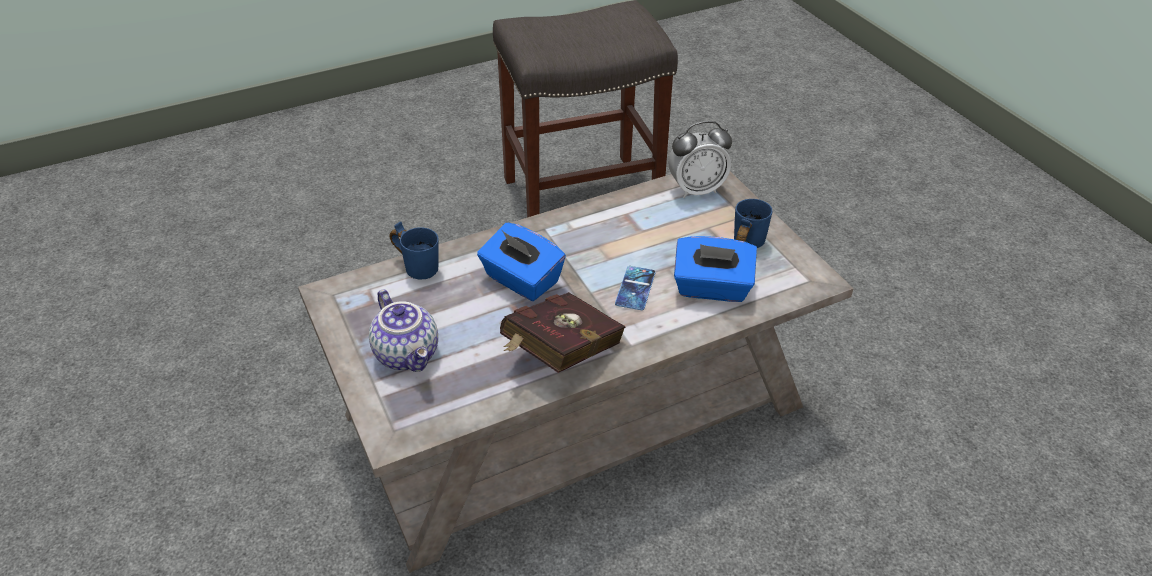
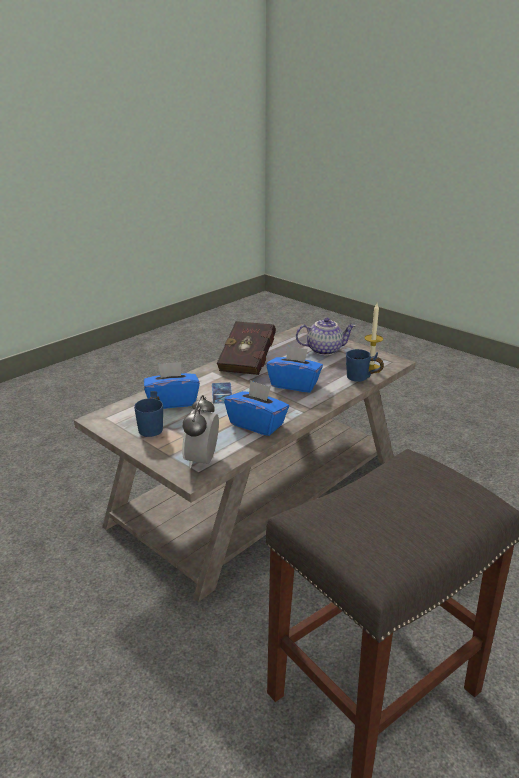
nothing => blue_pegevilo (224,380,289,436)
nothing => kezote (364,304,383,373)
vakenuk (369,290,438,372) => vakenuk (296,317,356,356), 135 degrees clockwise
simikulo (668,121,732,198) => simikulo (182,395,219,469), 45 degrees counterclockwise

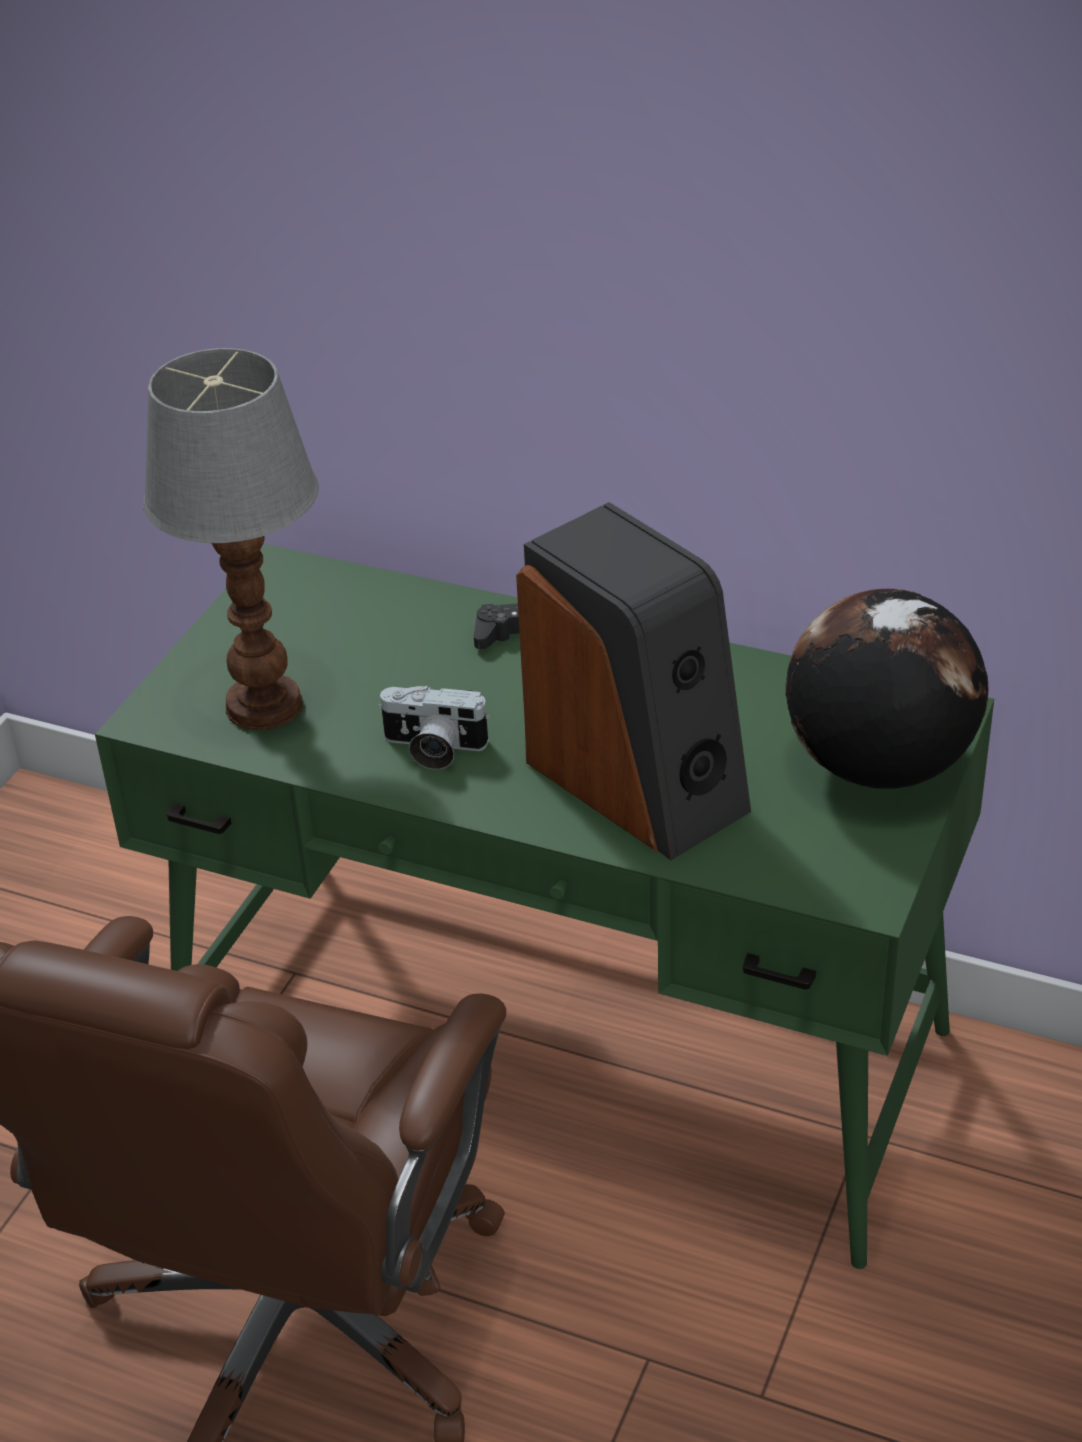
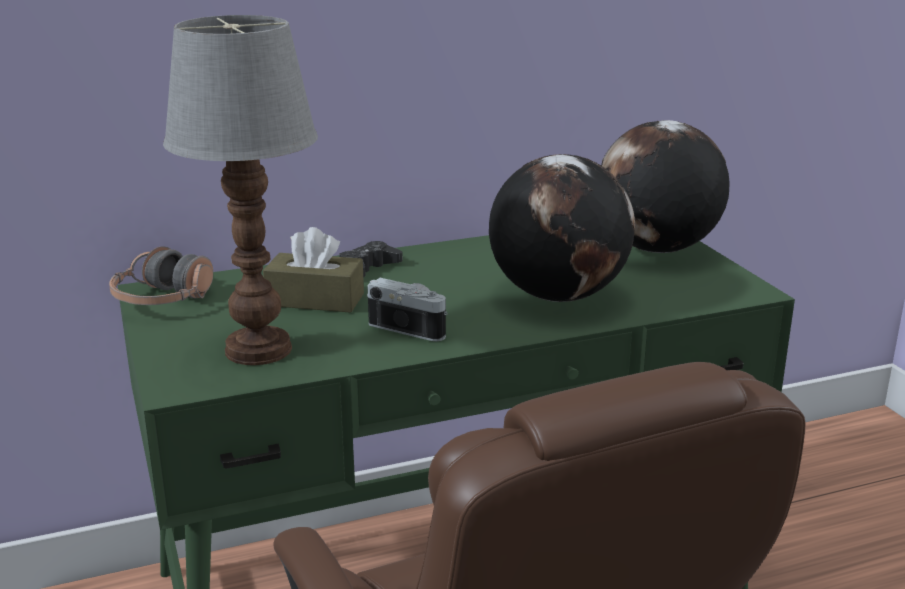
nothing => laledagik (109,246,213,305)
nothing => brown_pegevilo (263,227,364,313)
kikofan (516,502,751,860) => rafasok (489,154,635,302)
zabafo (378,686,490,769) => zabafo (367,278,448,341), 120 degrees counterclockwise

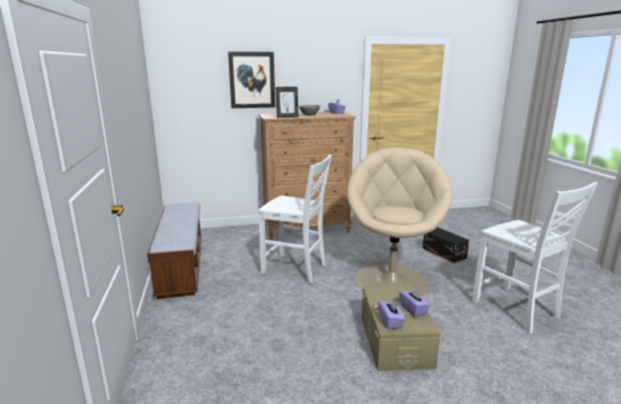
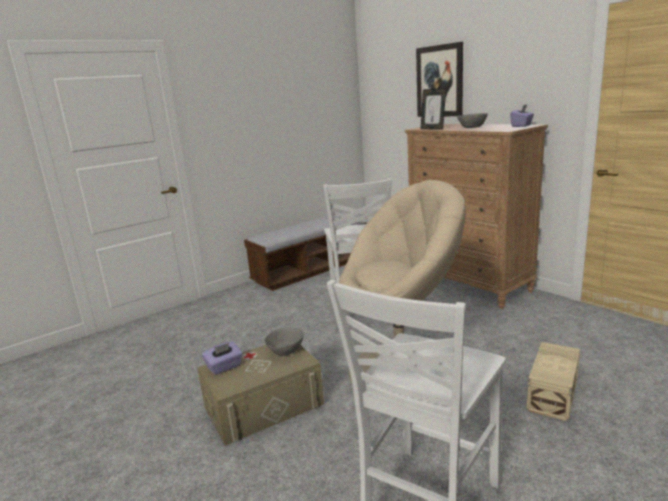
purple_pegevilo (399,287,430,317) => nothing
nothing => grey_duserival (264,327,304,356)
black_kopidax (423,227,469,263) => beige_kopidax (526,342,580,421)

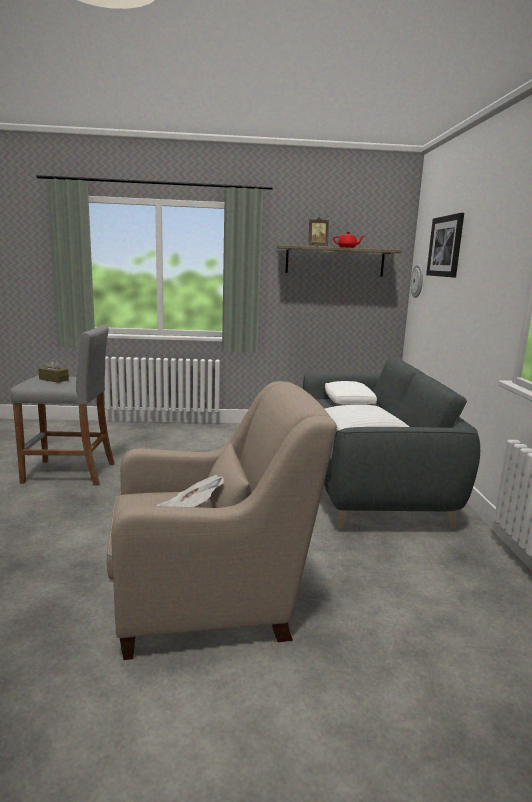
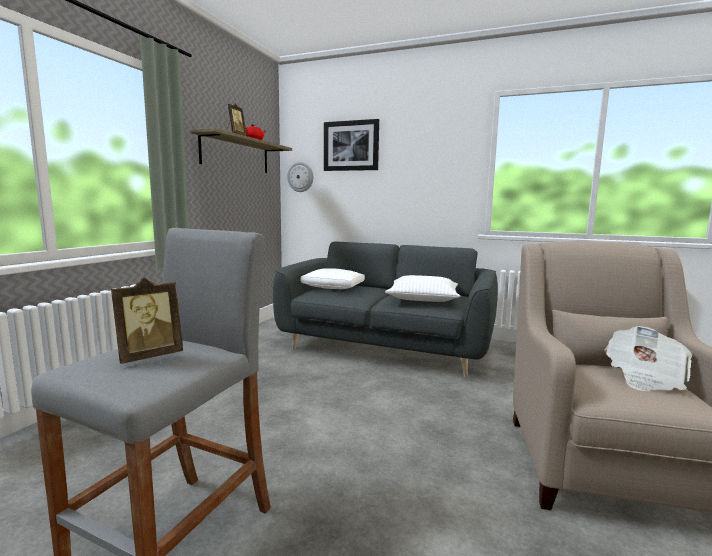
brown_pegevilo (38,358,69,383) => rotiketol (111,277,183,364)

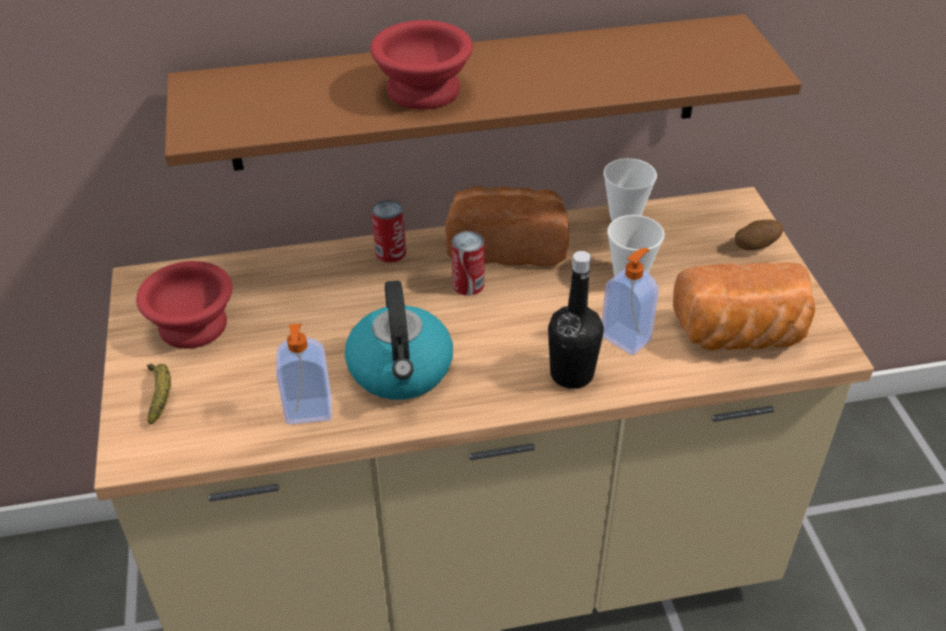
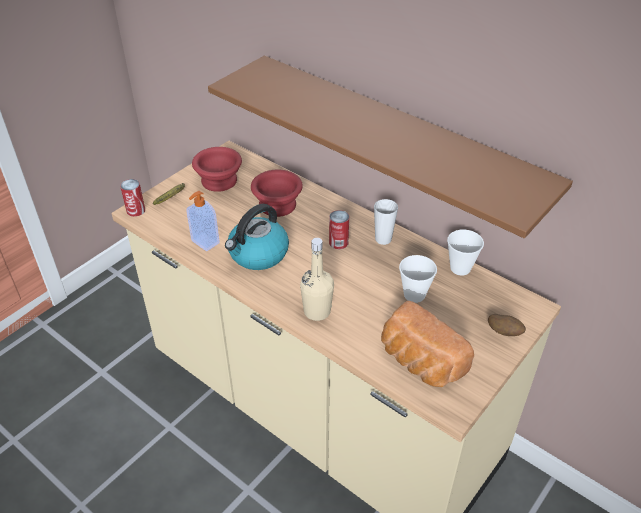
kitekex (602,248,659,355) => nothing
red_duserival (370,20,473,110) => red_duserival (251,169,303,217), moved
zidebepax (371,200,406,263) => zidebepax (120,179,145,217), moved
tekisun (445,186,569,267) => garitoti (374,199,398,245)
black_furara (548,251,604,389) => beige_furara (300,238,334,321)

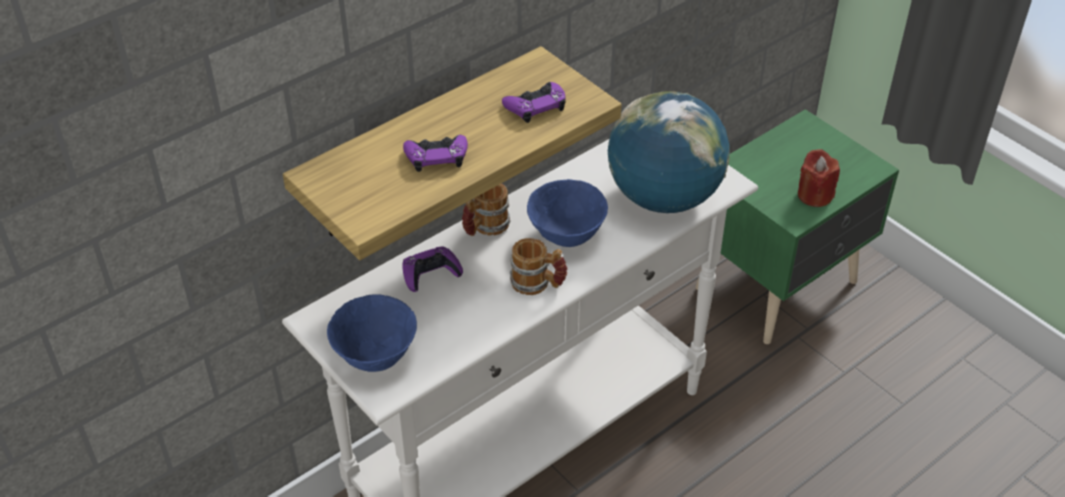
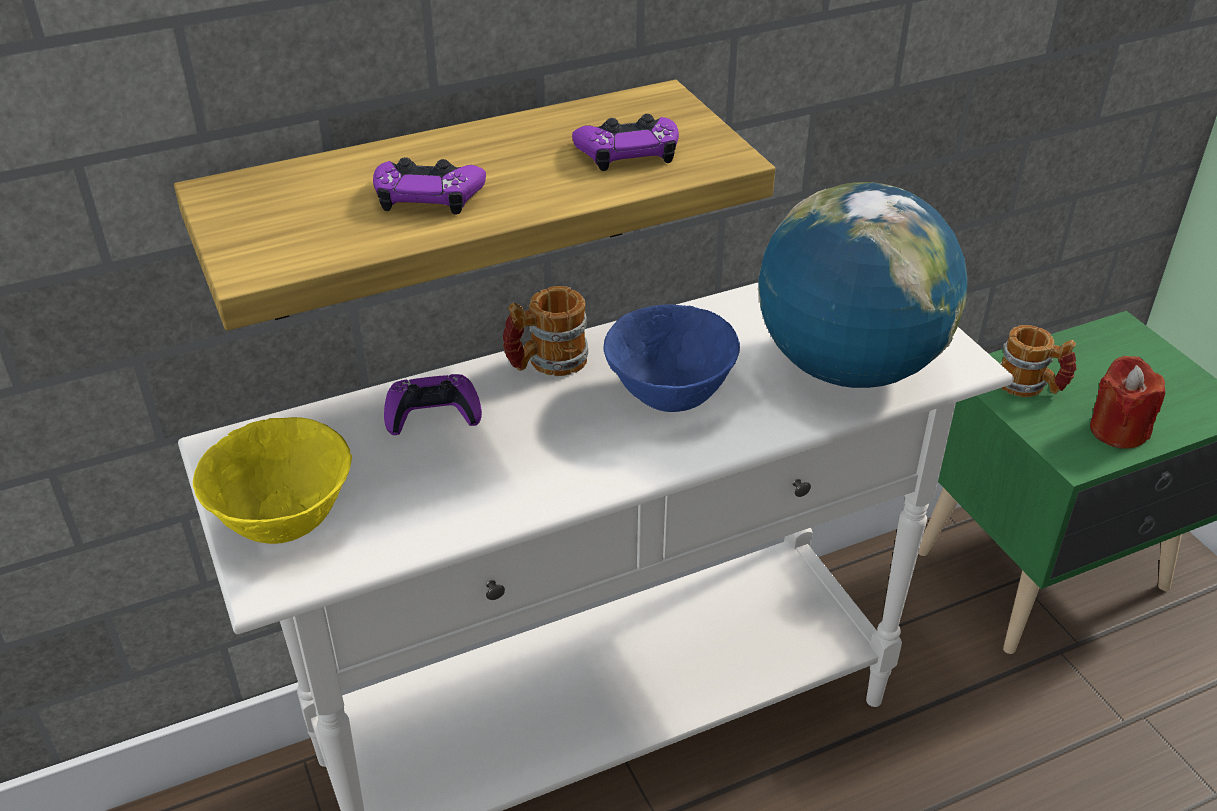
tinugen (510,238,567,295) => tinugen (1000,325,1076,397), moved
blue_duserival (327,294,417,372) => yellow_duserival (193,417,352,544)

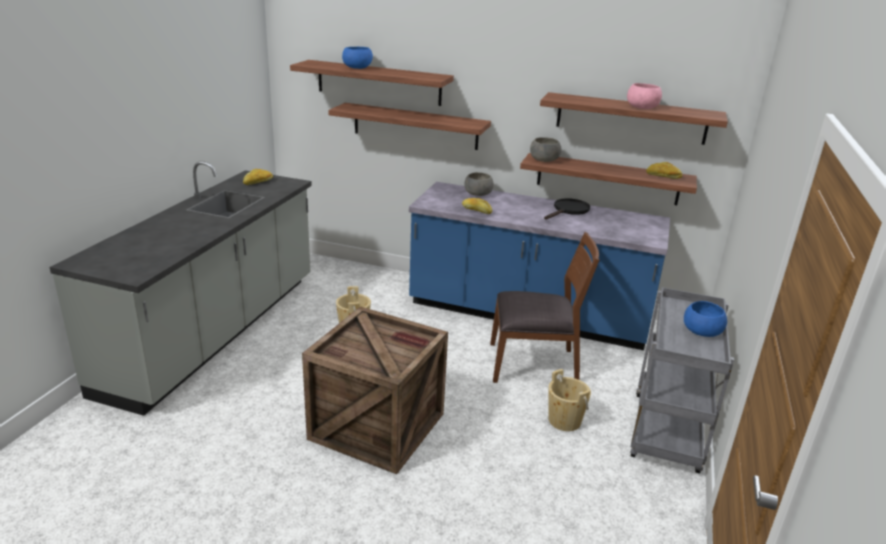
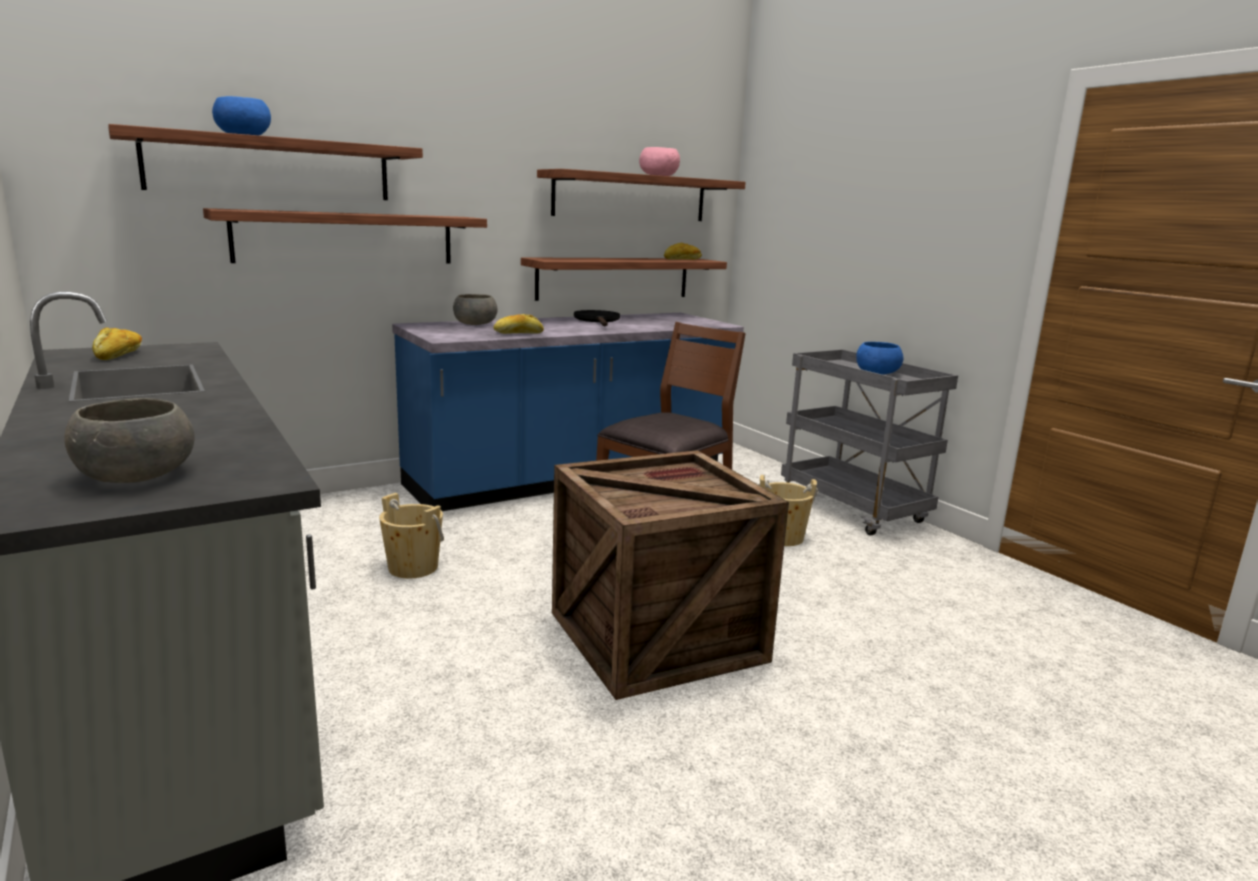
grey_duserival (530,137,562,162) => grey_duserival (64,398,195,483), moved

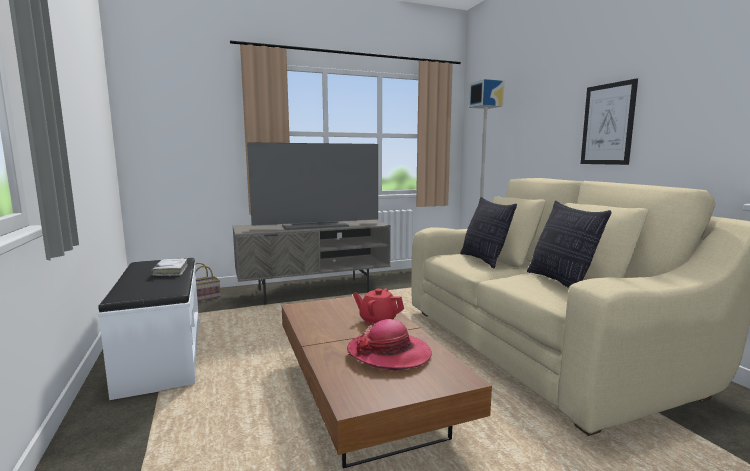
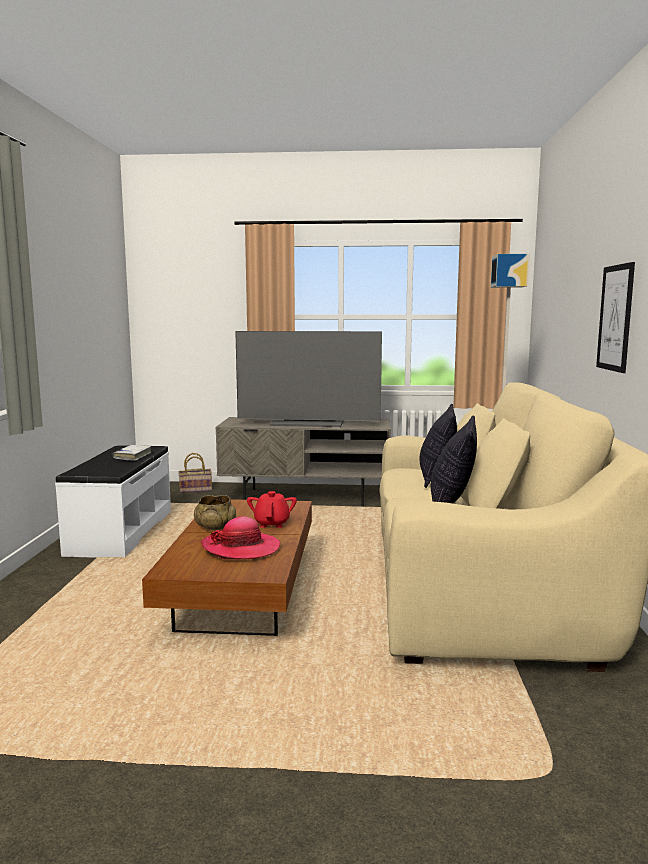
nothing => beige_duserival (194,495,236,530)
red_vakenuk (353,288,404,324) => red_vakenuk (247,491,297,528), 45 degrees clockwise

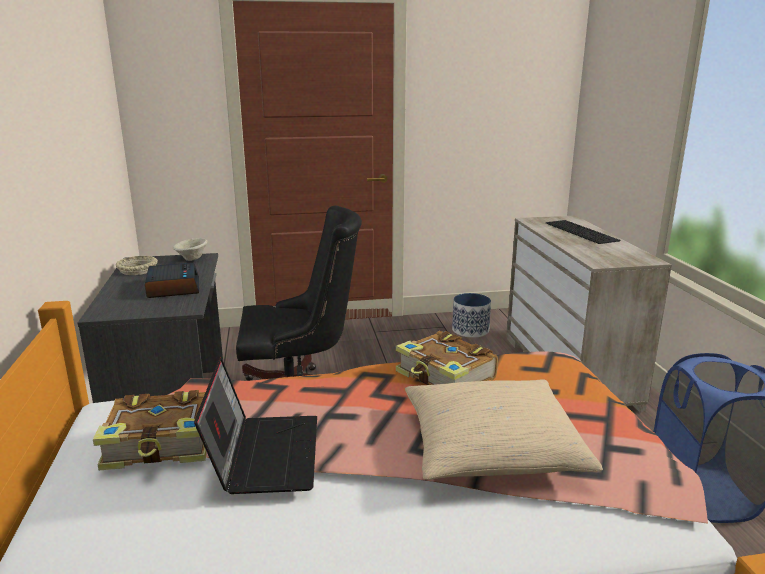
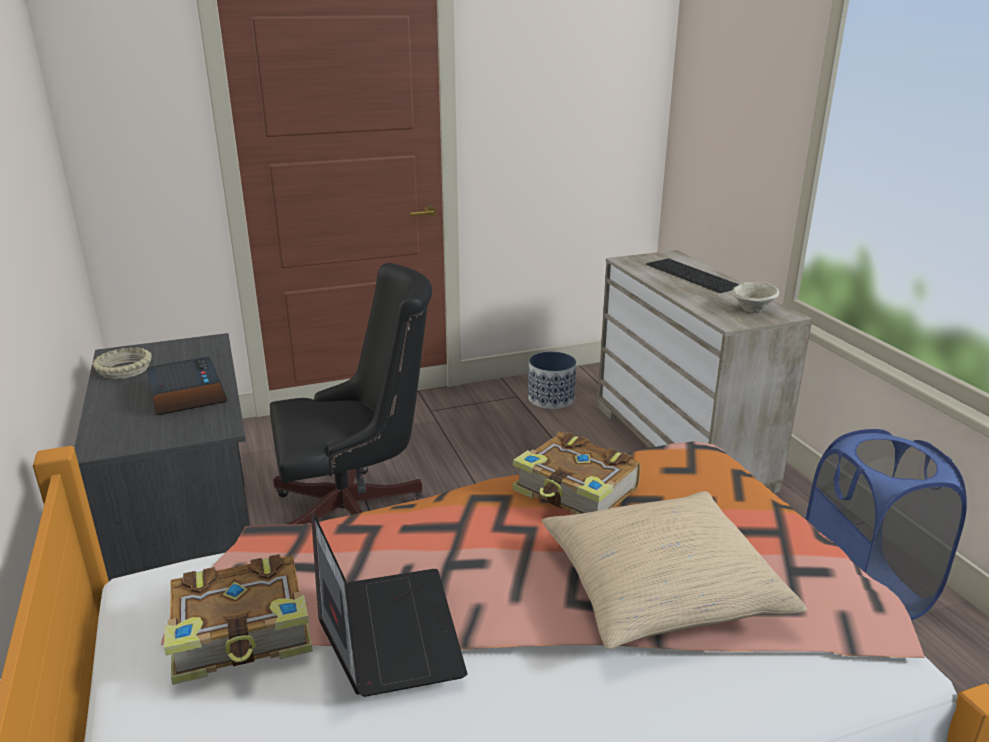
beige_duserival (172,238,207,261) => beige_duserival (732,282,780,313), moved

